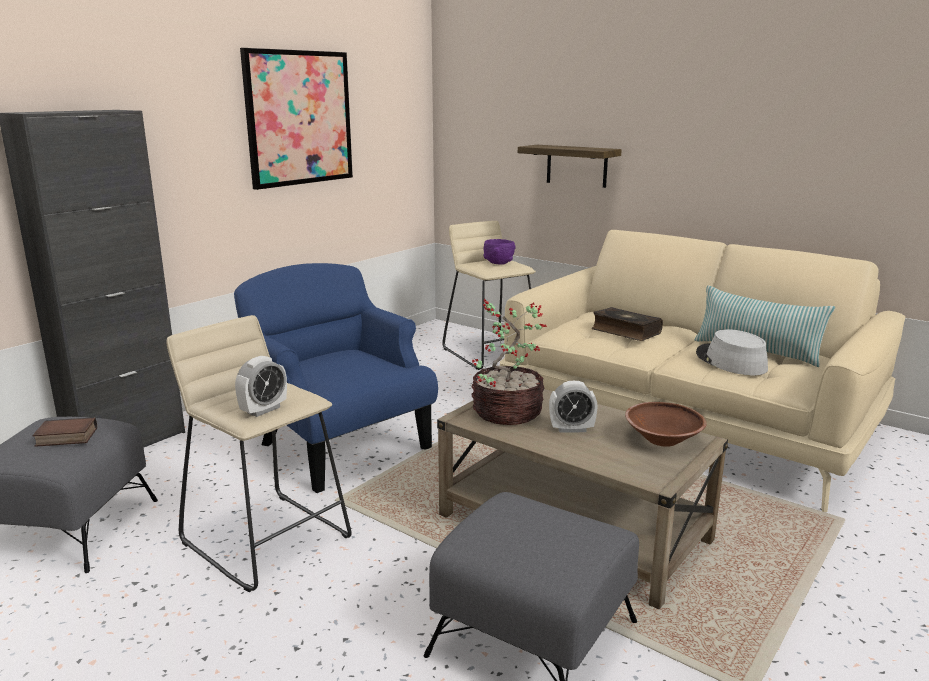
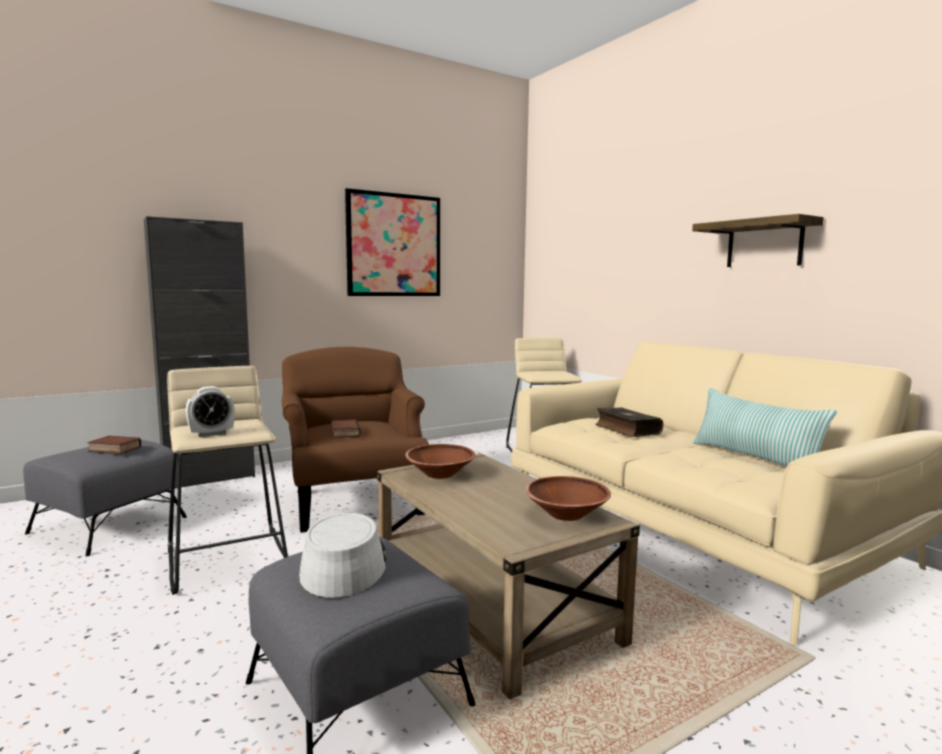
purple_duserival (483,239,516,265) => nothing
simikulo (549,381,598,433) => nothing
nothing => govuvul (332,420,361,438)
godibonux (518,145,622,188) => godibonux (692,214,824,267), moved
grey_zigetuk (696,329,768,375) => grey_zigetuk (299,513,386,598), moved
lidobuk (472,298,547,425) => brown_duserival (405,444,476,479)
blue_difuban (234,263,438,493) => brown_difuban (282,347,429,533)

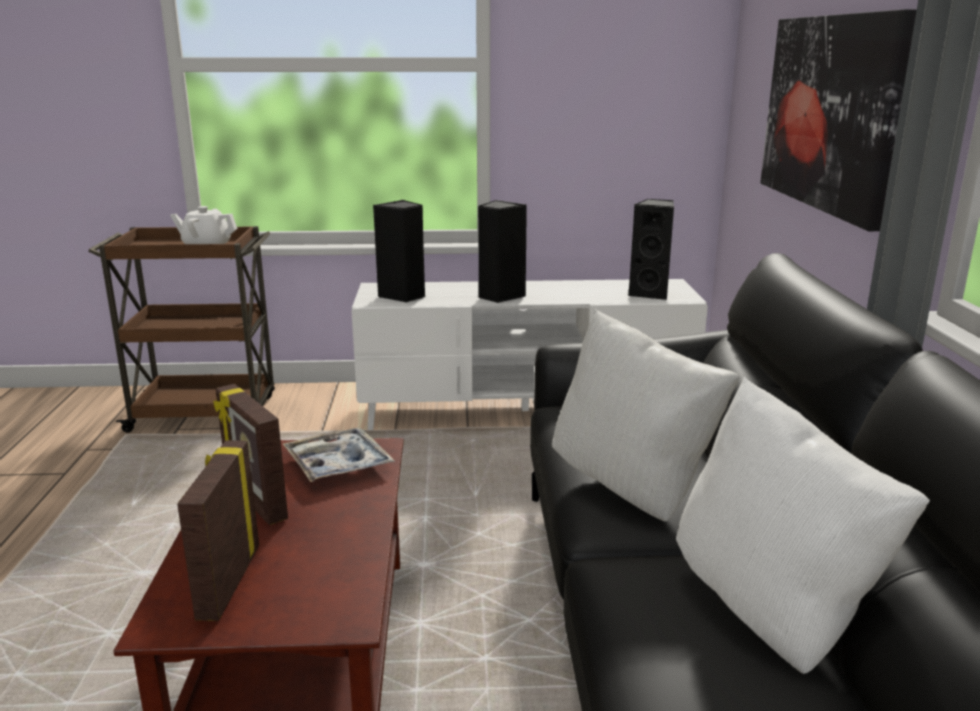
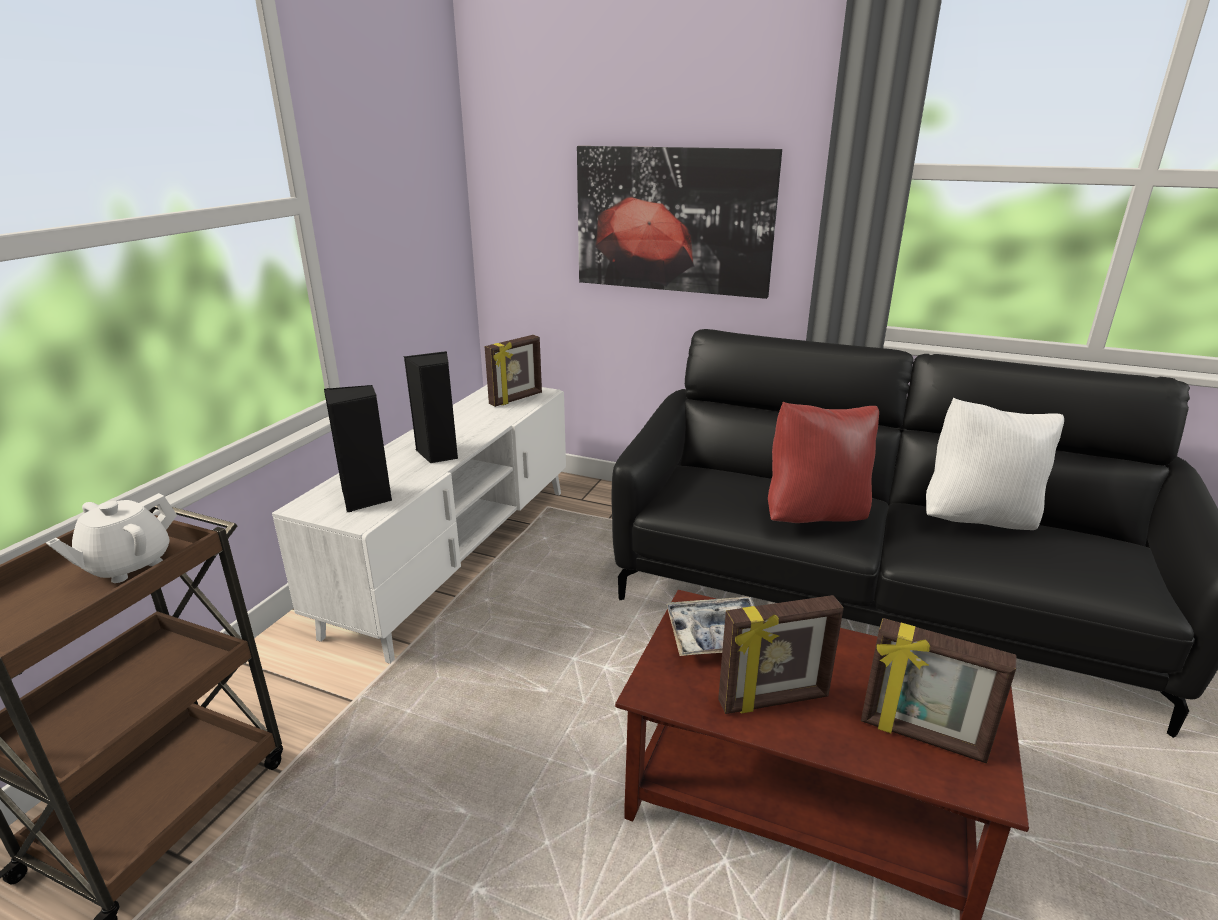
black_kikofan (628,199,674,300) => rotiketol (485,335,542,407)
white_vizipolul (552,309,740,521) => red_vizipolul (768,402,879,523)

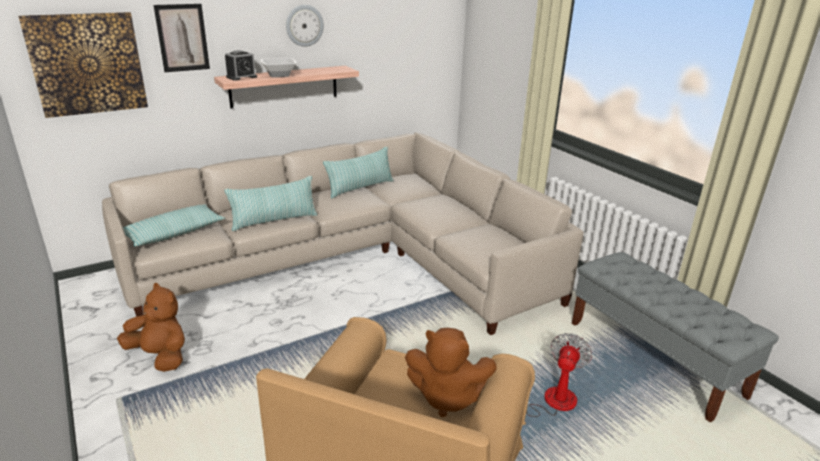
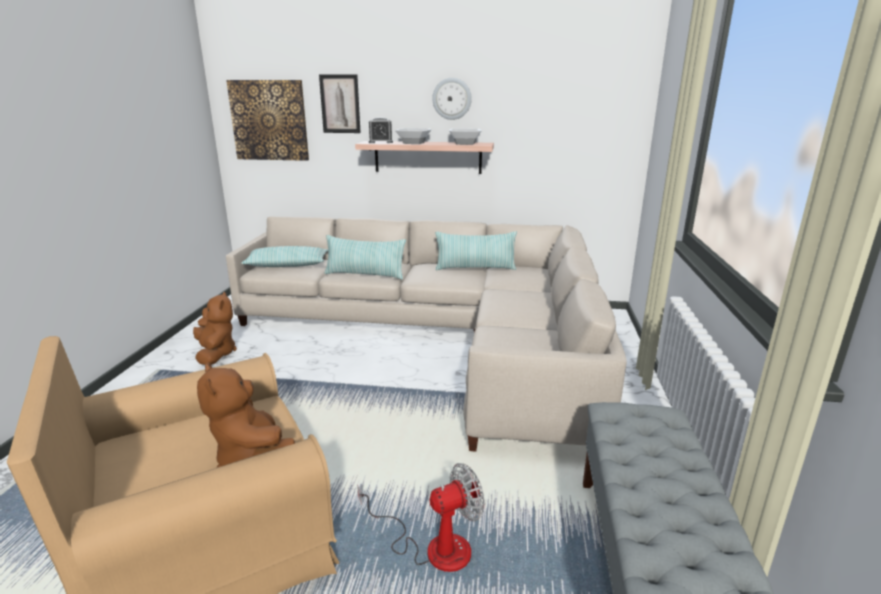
nothing => duserival (449,128,482,145)

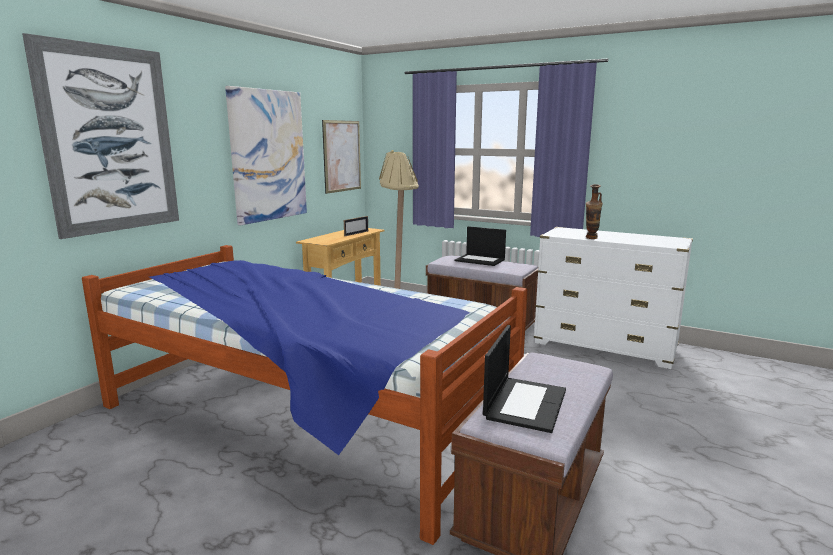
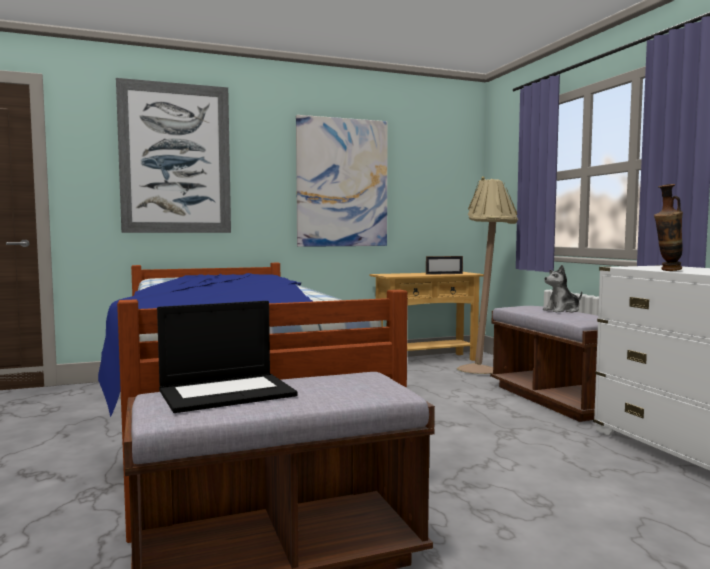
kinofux (322,120,361,194) => nothing
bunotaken (455,226,506,266) => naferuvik (543,265,582,313)

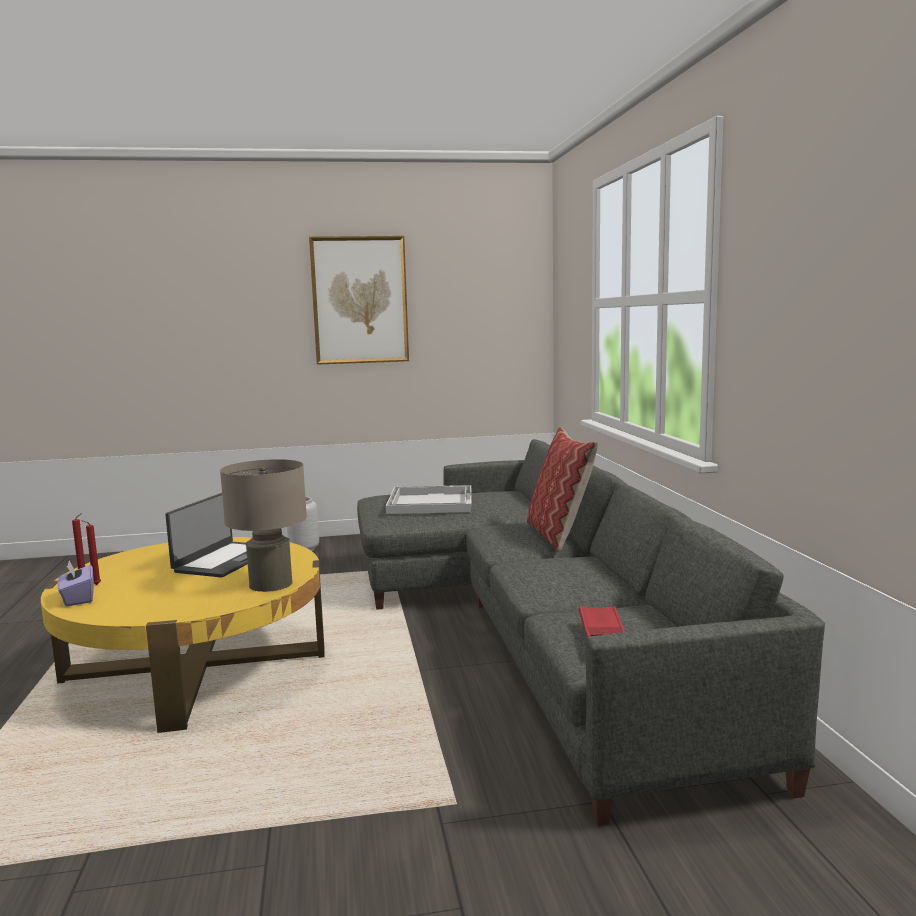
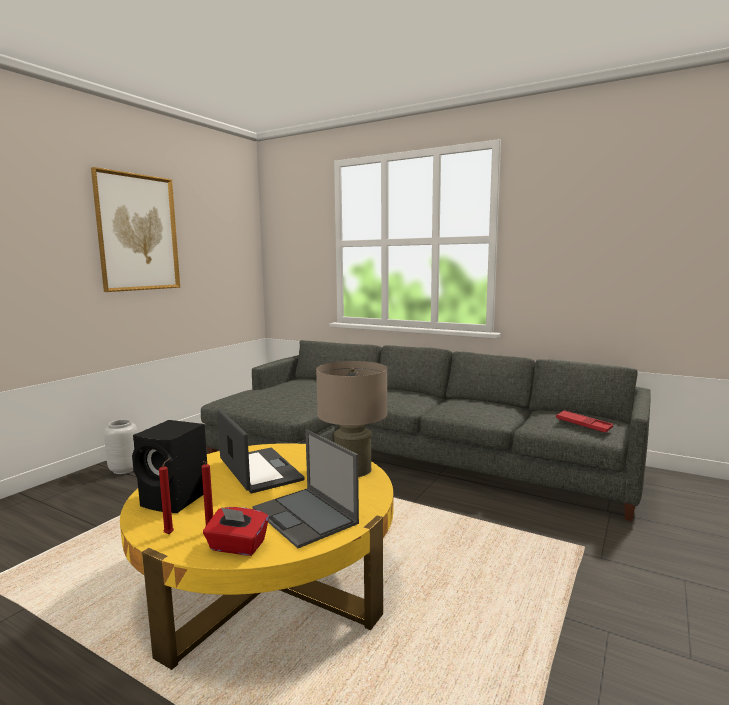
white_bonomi (386,485,471,514) => nothing
vizipolul (527,427,598,552) => nothing
nothing => black_kikofan (132,420,207,513)
nothing => bunotaken (253,429,359,548)
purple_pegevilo (57,561,94,606) => red_pegevilo (203,507,269,556)

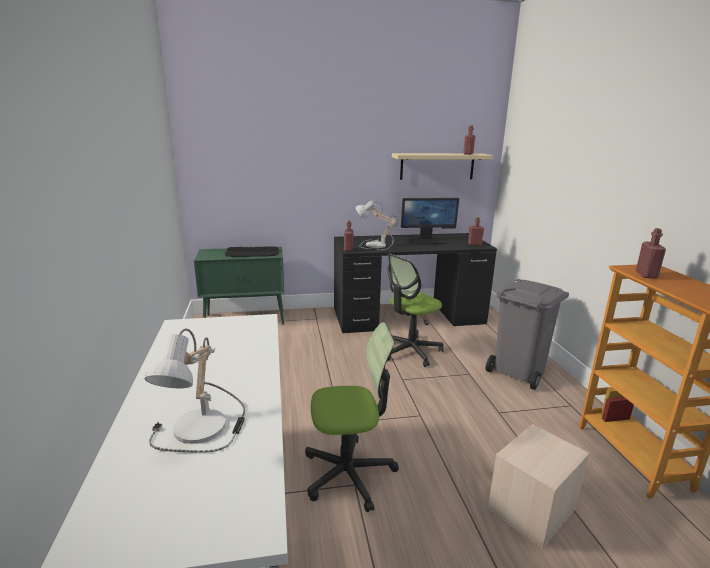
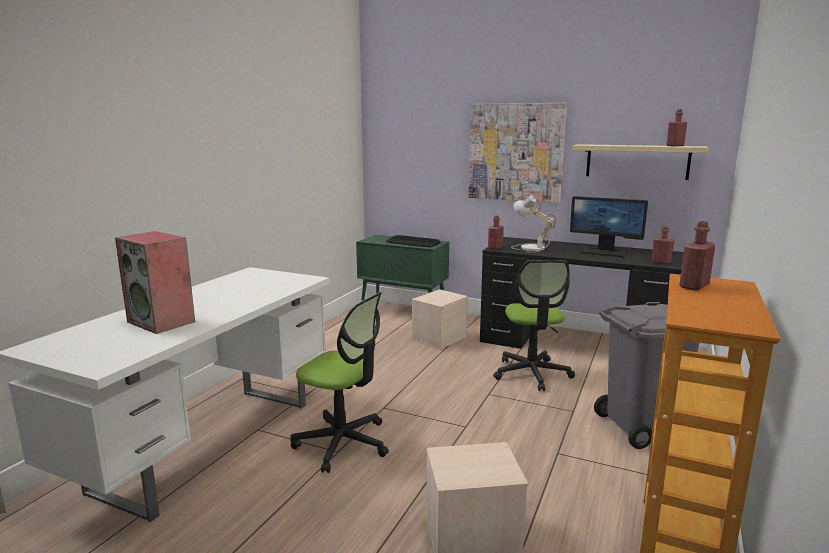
nothing => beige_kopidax (412,289,468,349)
nothing => kinofux (469,103,567,203)
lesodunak (145,328,245,453) => kikofan (115,231,195,334)
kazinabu (387,253,444,367) => kazinabu (493,260,575,391), 90 degrees counterclockwise

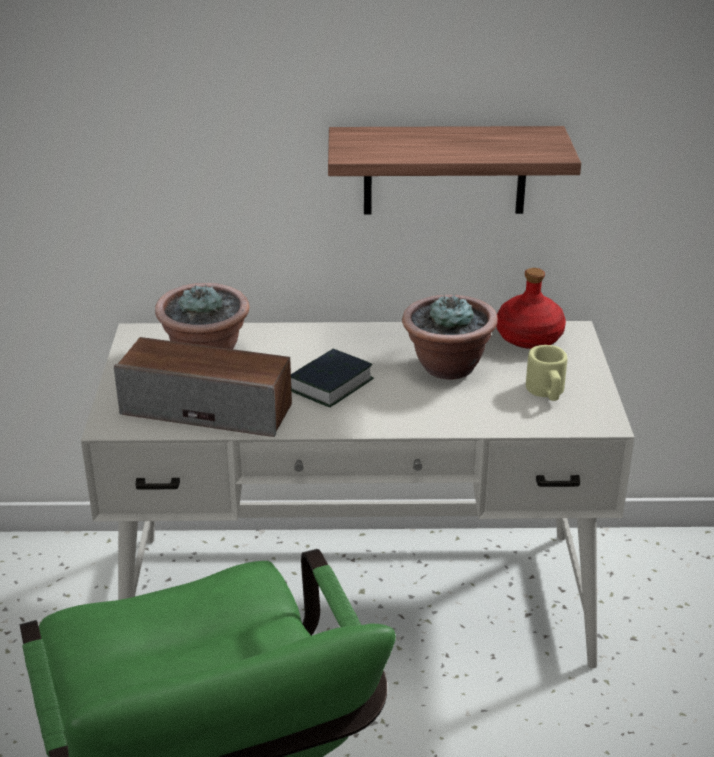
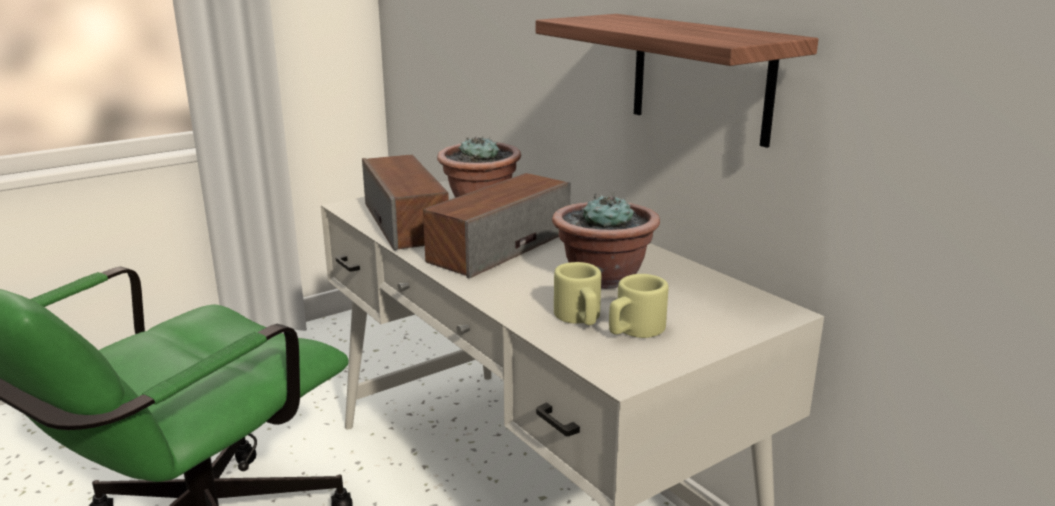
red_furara (496,268,566,349) => nothing
nothing => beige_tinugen (554,262,601,325)
govuvul (291,349,374,407) => kikofan (423,173,571,278)

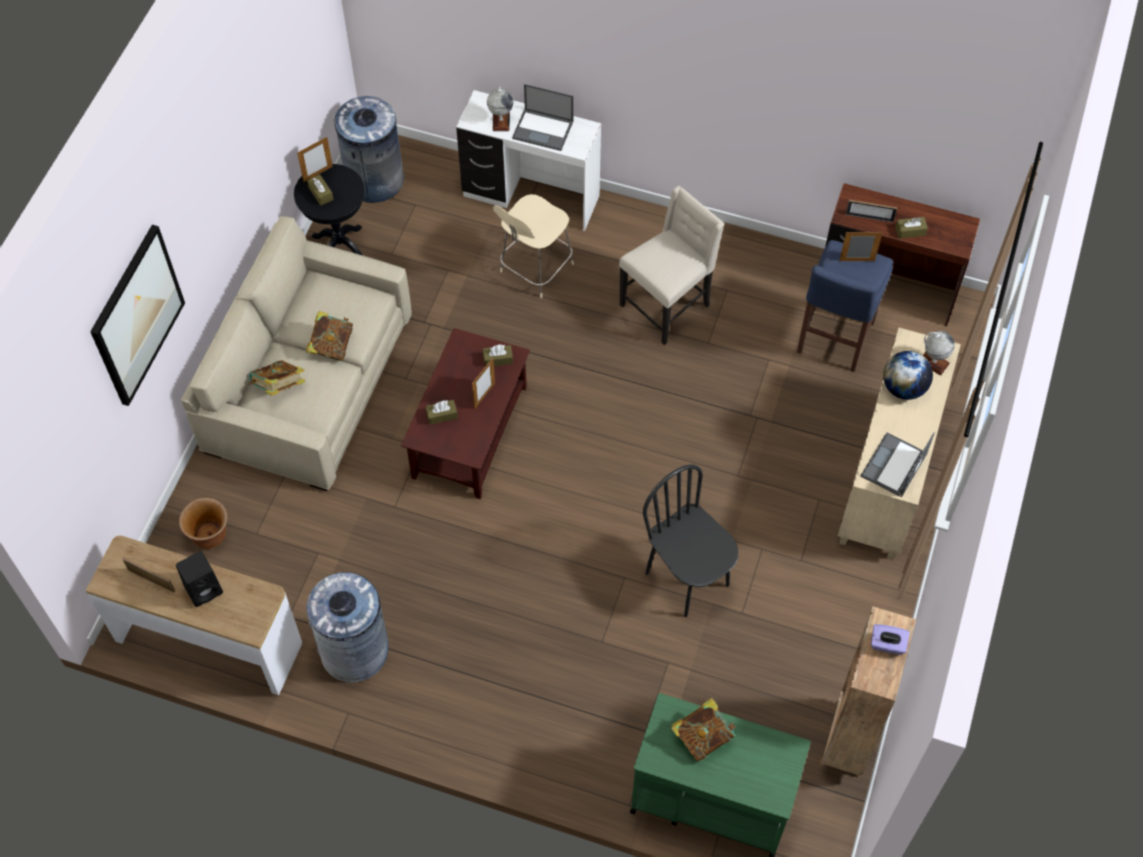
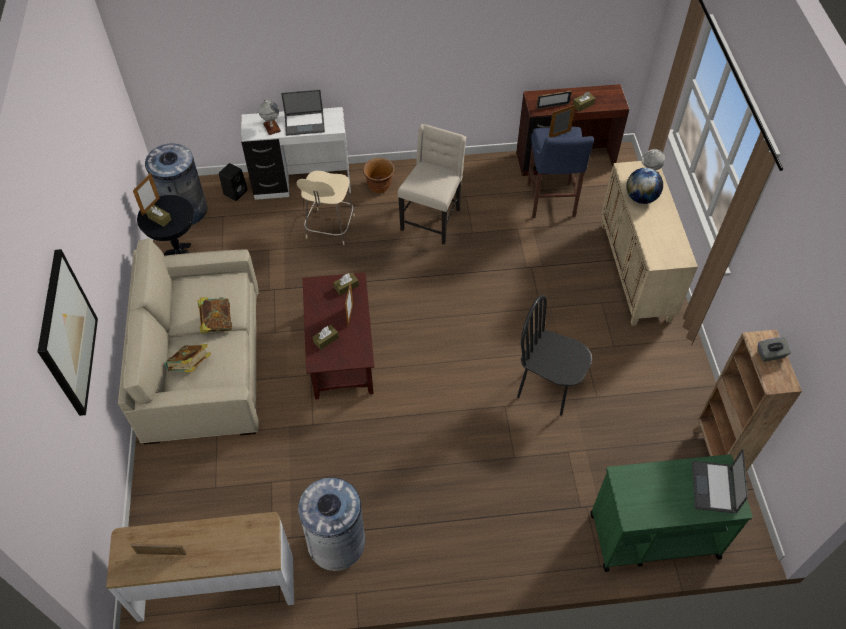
govuvul (671,698,736,761) => nothing
black_kikofan (176,551,223,607) => black_kikofan (219,163,247,201), moved
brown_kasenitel (179,498,228,549) => brown_kasenitel (363,158,395,193), moved
bunotaken (861,432,935,497) => bunotaken (692,449,748,514), moved
purple_pegevilo (871,624,910,655) => grey_pegevilo (757,337,791,362)

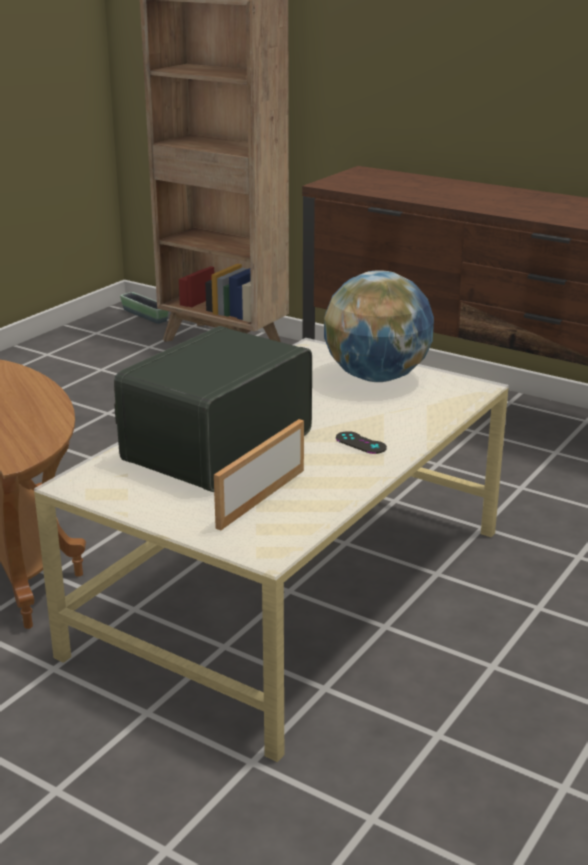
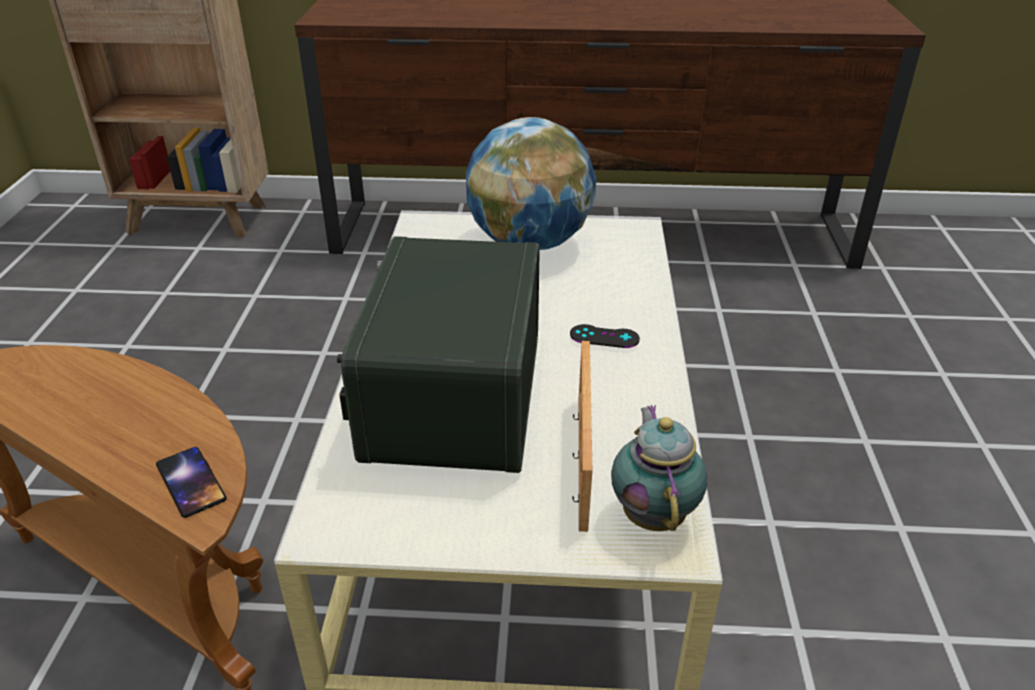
kasenitel (120,292,169,324) => nothing
nothing => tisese (156,447,227,518)
nothing => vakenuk (611,405,707,531)

